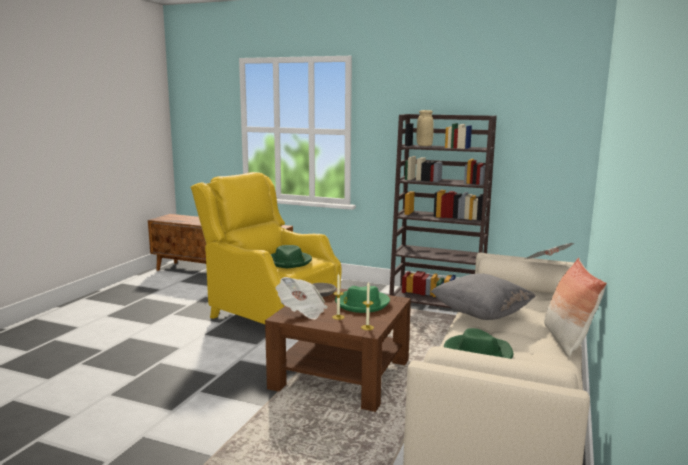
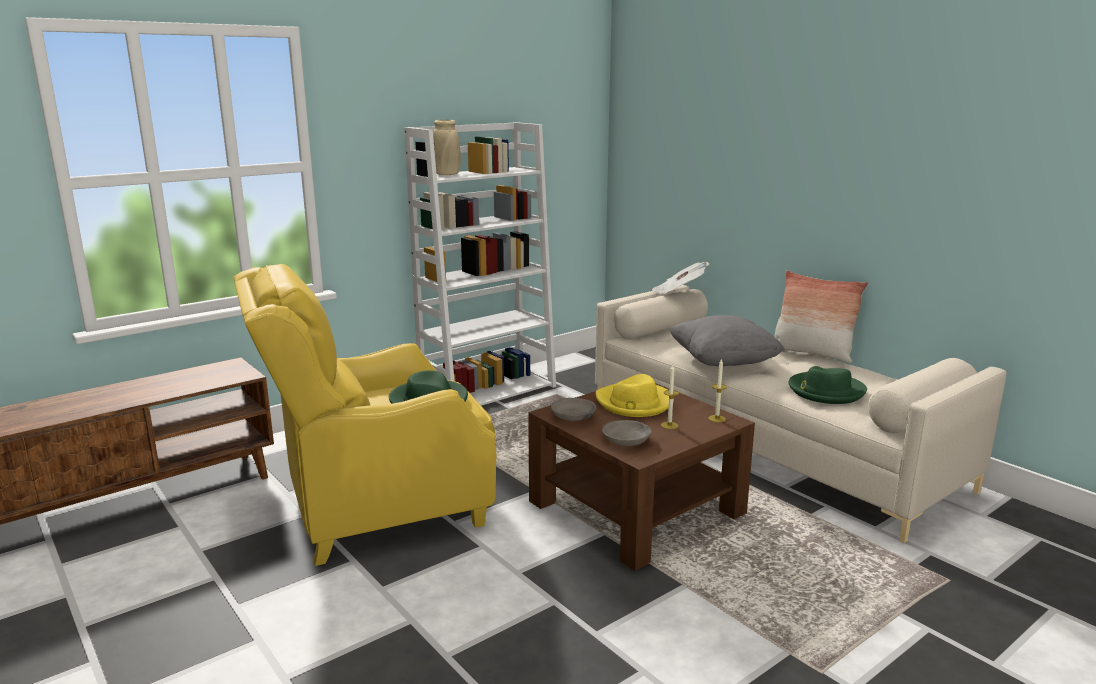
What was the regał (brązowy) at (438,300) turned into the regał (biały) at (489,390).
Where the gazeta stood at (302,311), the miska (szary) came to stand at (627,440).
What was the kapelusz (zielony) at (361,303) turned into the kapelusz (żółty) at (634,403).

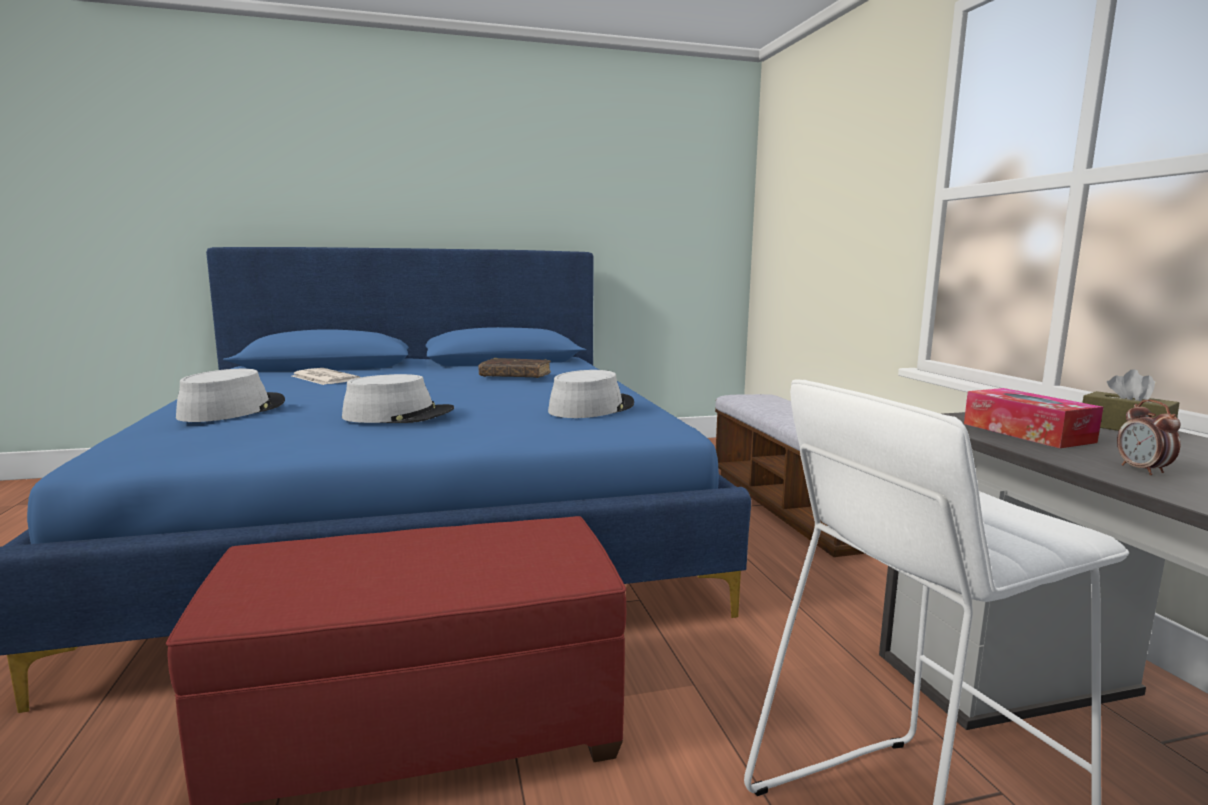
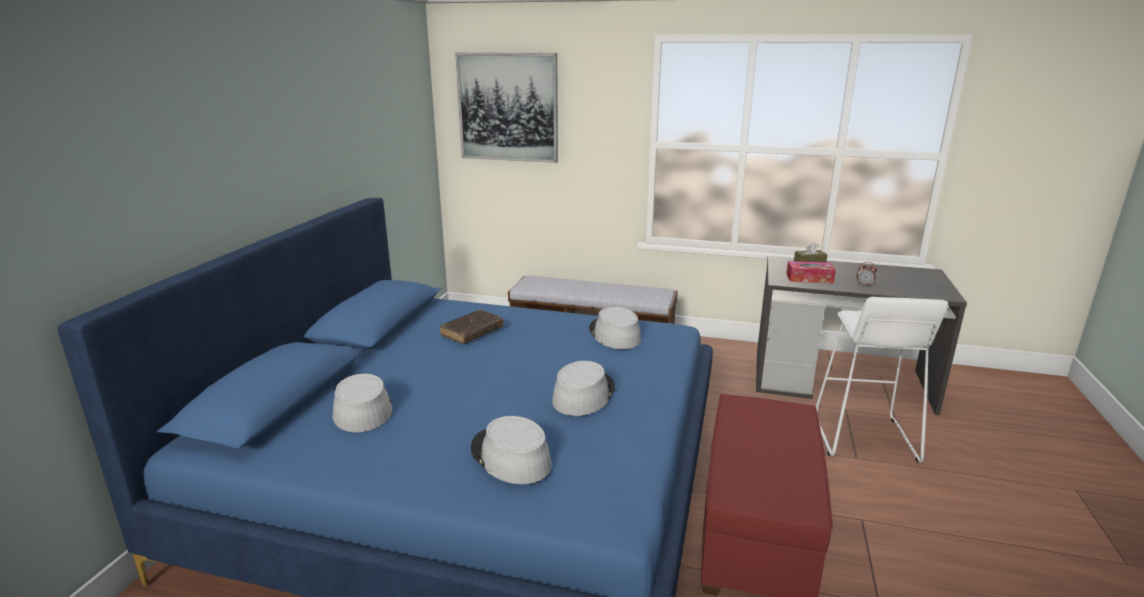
Where the gazeta stood at (323,378), the kapelusz (szary) came to stand at (362,409).
The second view gained the obraz at (508,107).

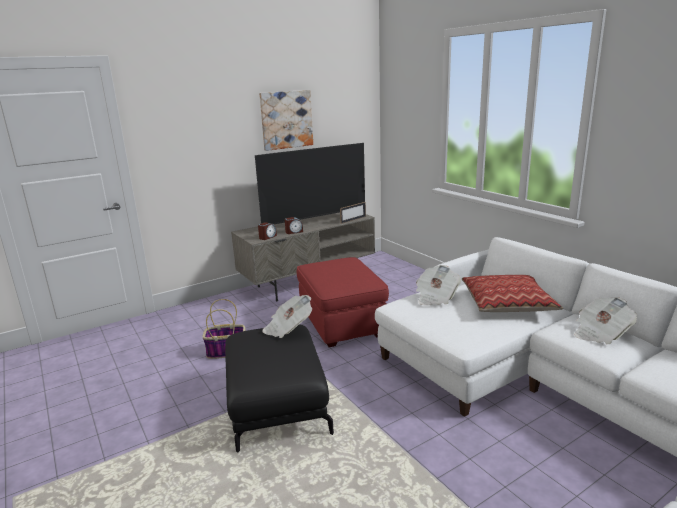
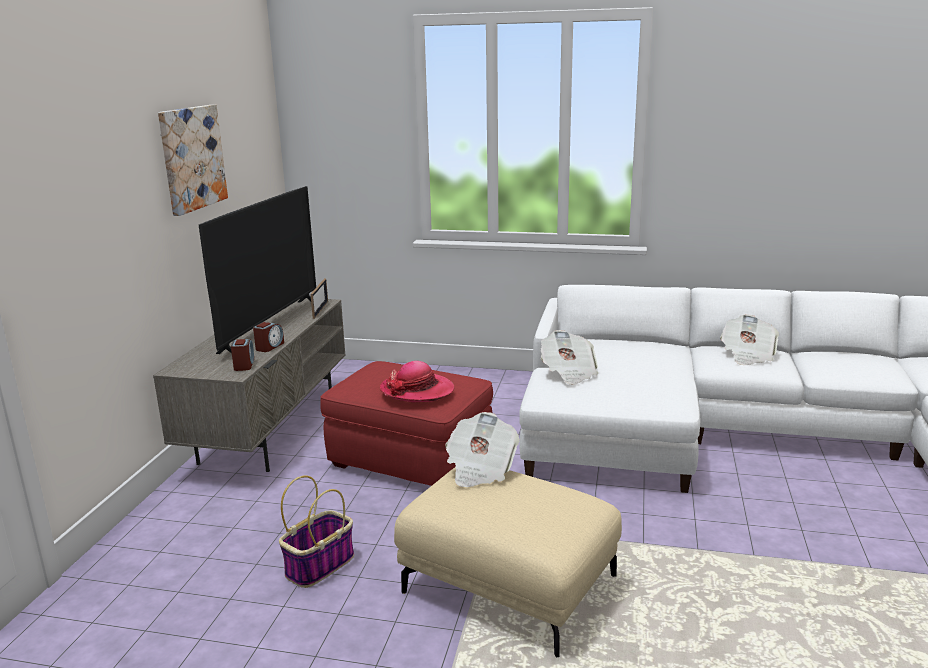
The second view lost the poduszka at (507,303).
What was the pufa (czarny) at (276,406) turned into the pufa (beżowy) at (507,586).
The second view gained the kapelusz at (417,390).

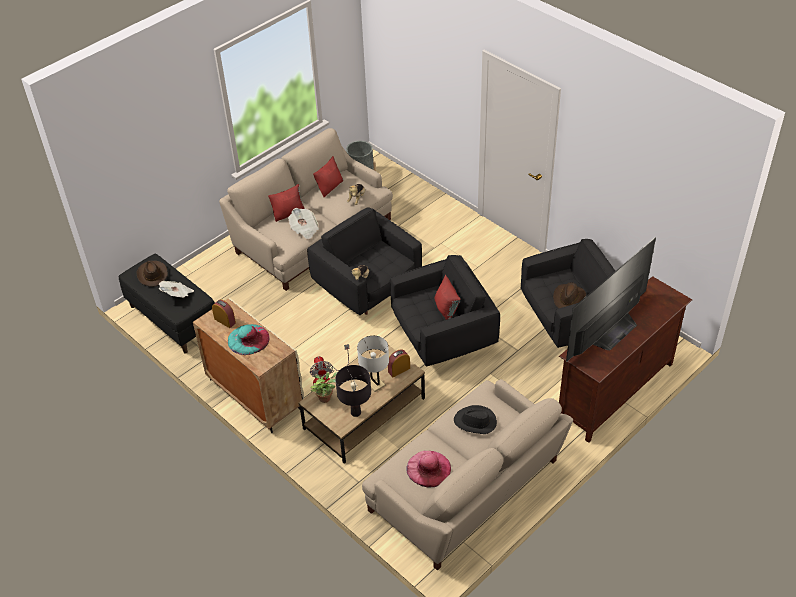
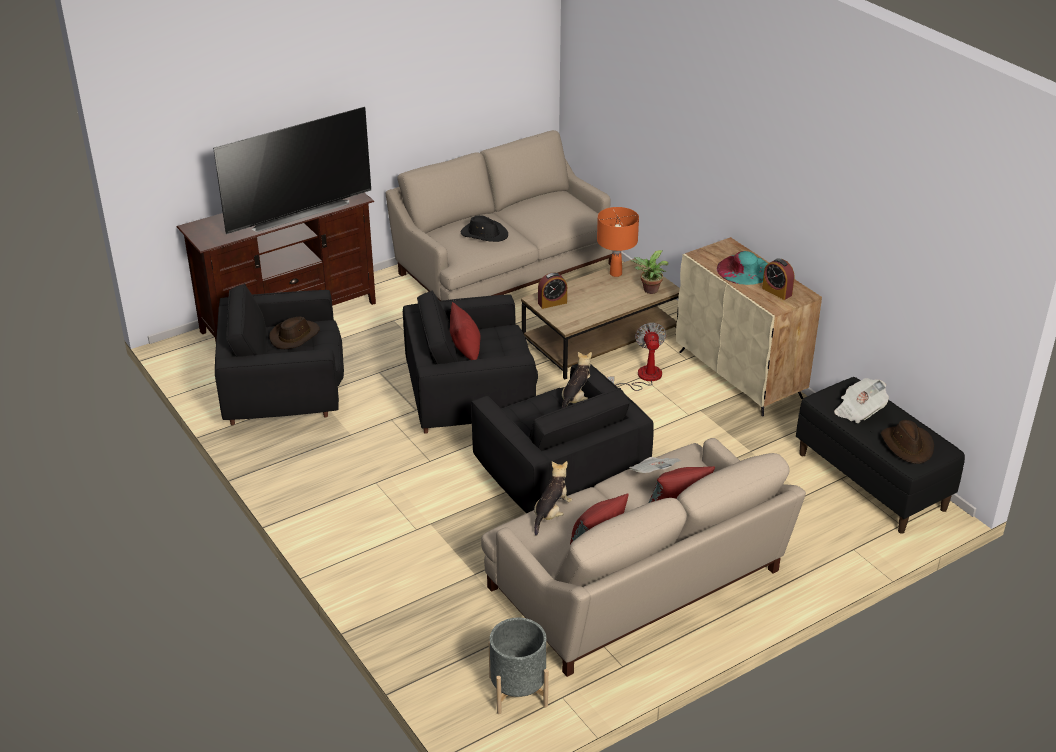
The second view lost the lampa stołowa (biały) at (375,383).
What was the lampa stołowa (czarny) at (356,412) turned into the lampa stołowa (pomarańczowy) at (615,274).
The second view lost the kapelusz (różowy) at (428,468).

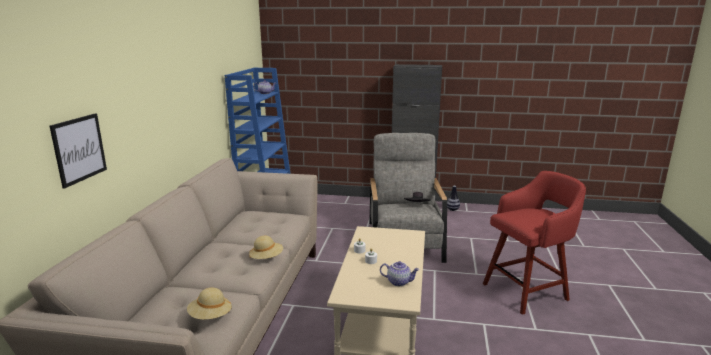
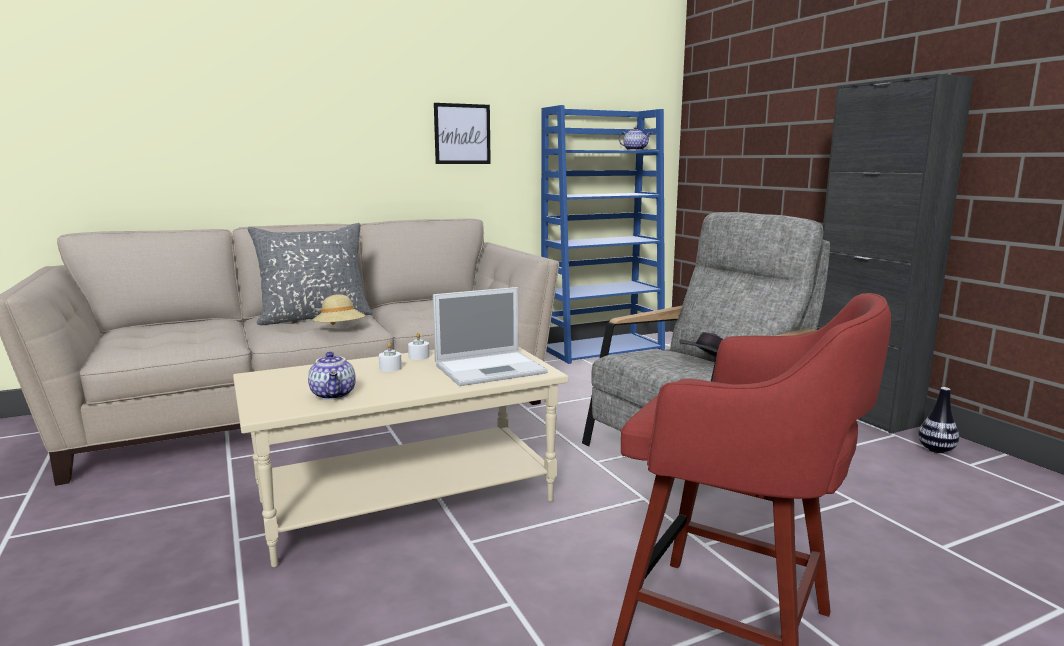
The obraz ended up elsewhere, having gone from (79,149) to (462,134).
The second view lost the kapelusz (beżowy) at (210,316).
The second view gained the poduszka (szary) at (314,317).
The second view gained the laptop at (492,368).

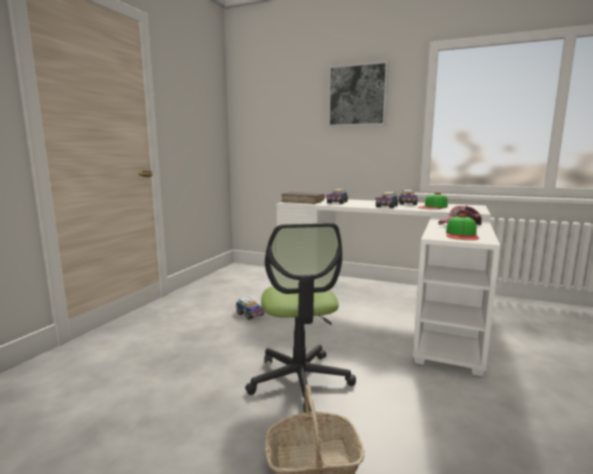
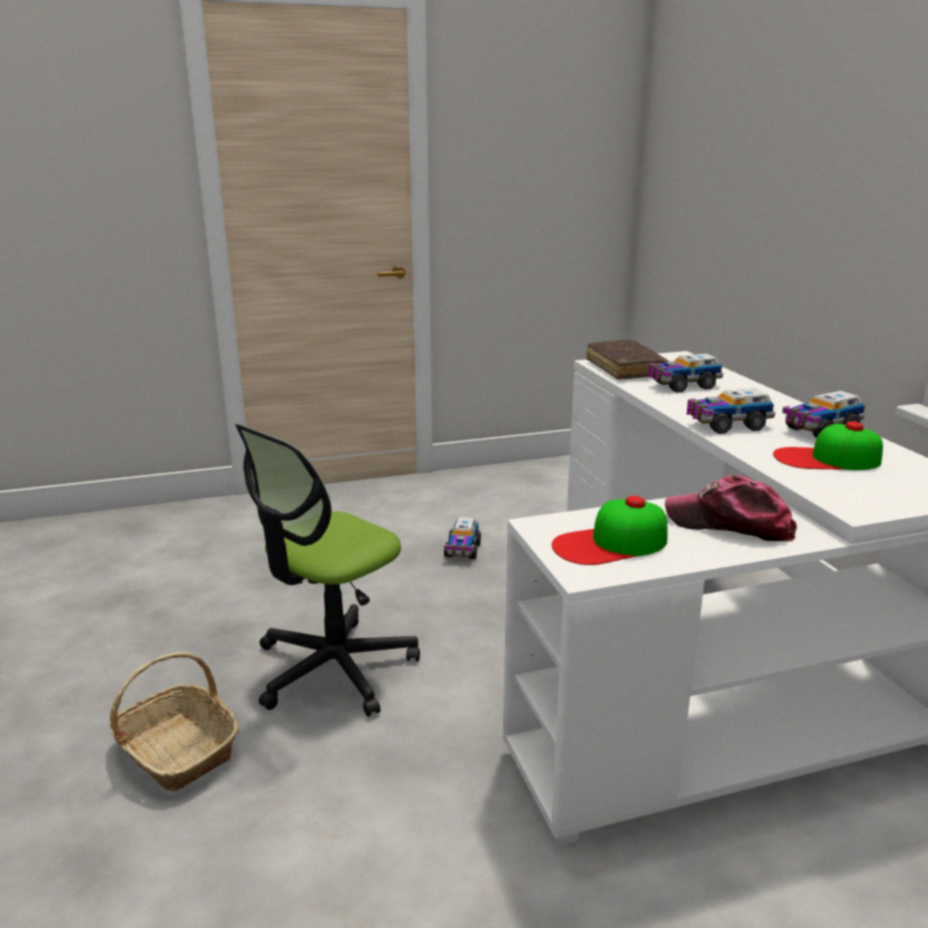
The second view lost the obraz at (357,95).

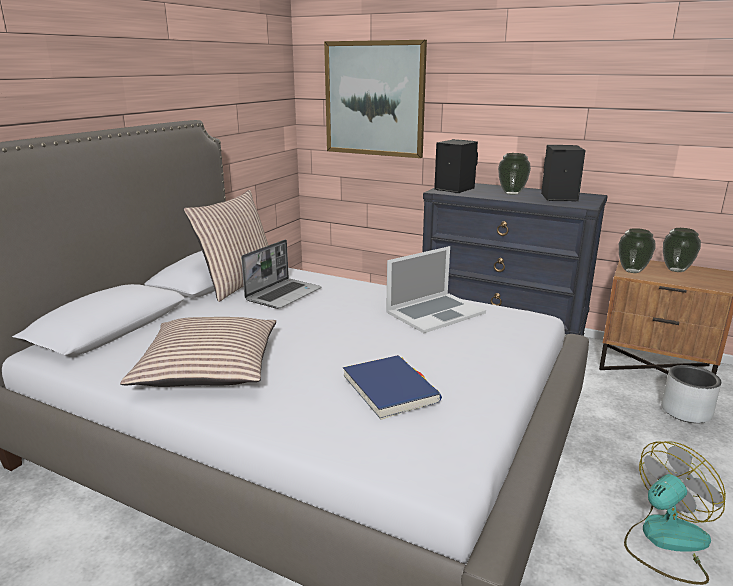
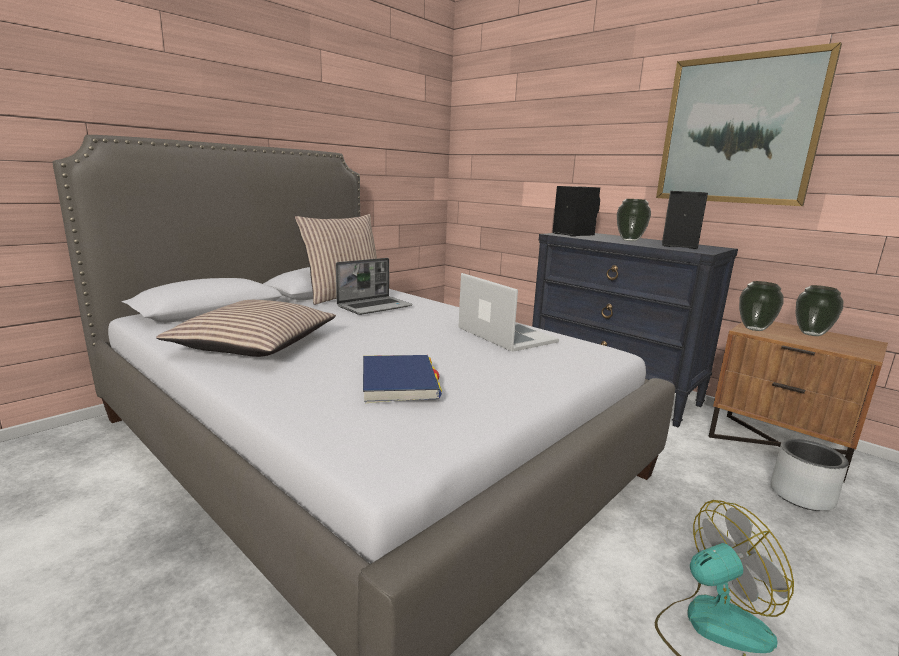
The obraz ended up elsewhere, having gone from (374,99) to (738,130).
The laptop at (435,312) ended up facing another way, 105 degrees counterclockwise from before.

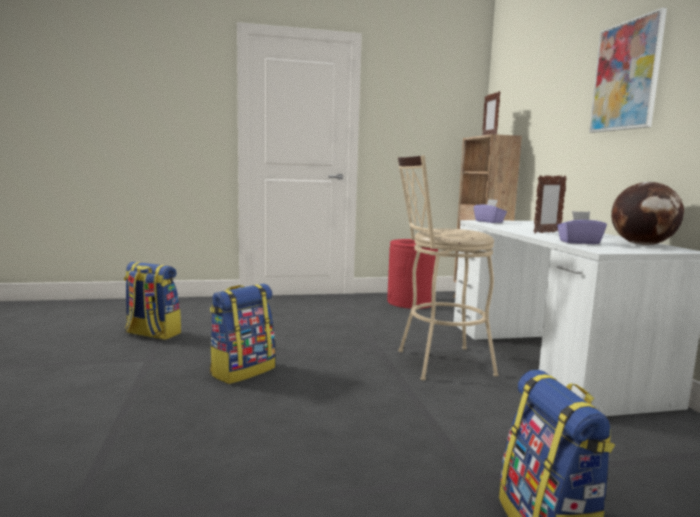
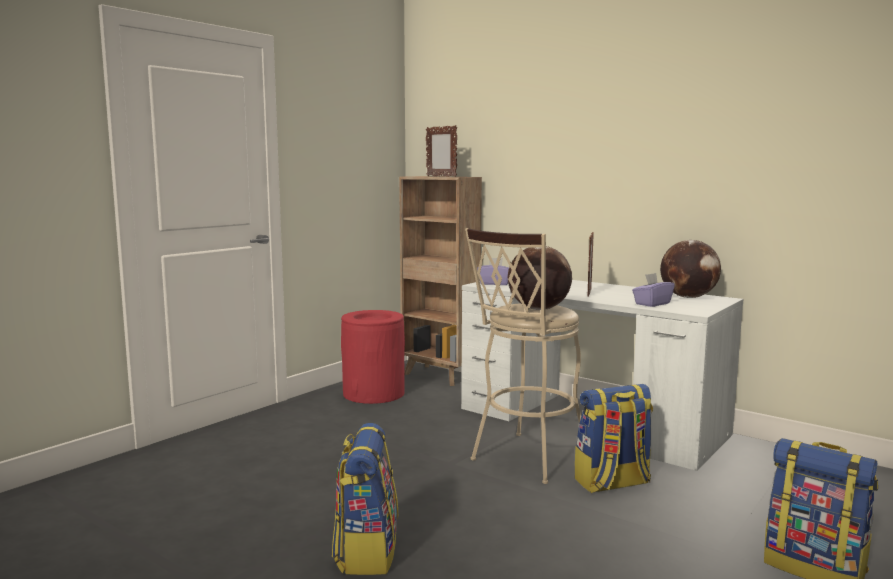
The second view lost the obraz at (626,76).
The plecak ended up elsewhere, having gone from (152,334) to (612,483).
The second view gained the globus at (538,309).

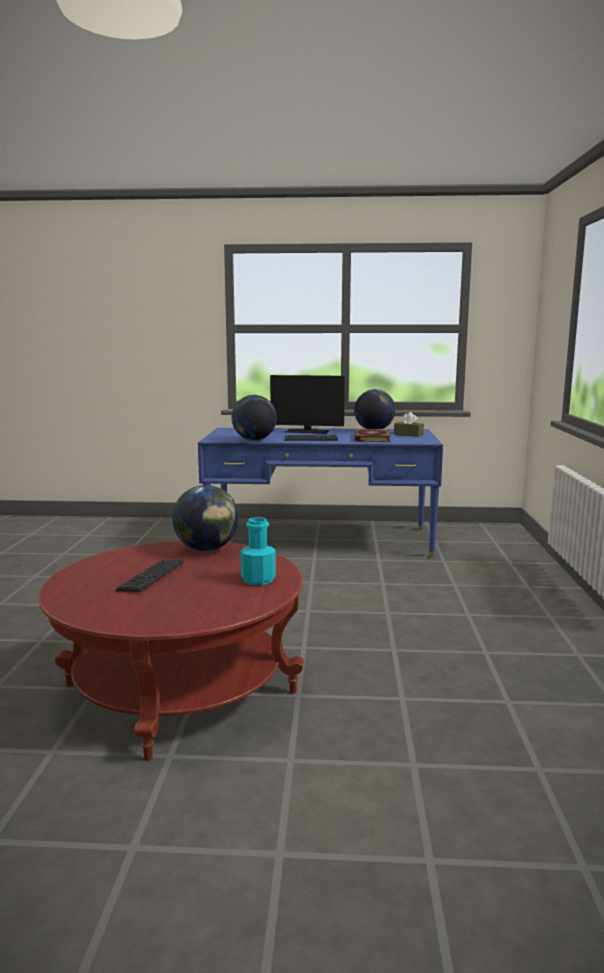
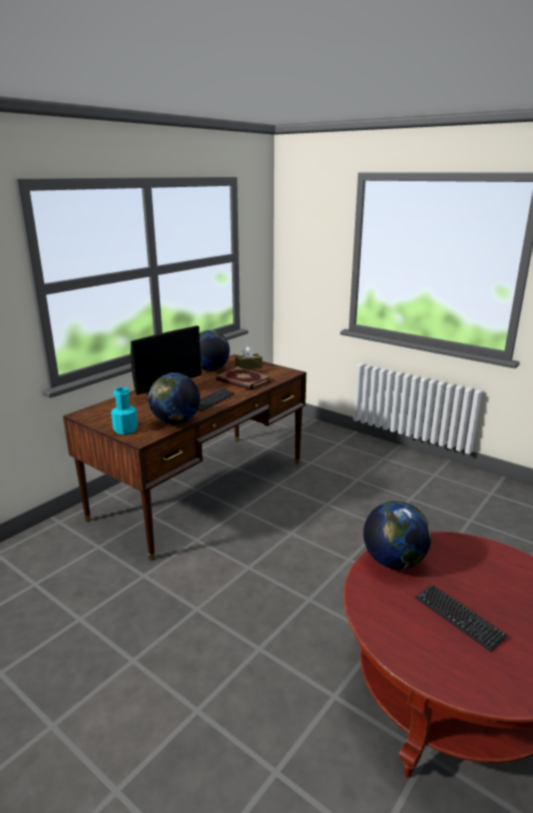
What was the biurko (niebieski) at (320,540) turned into the biurko (brązowy) at (202,489).
The butelka (turkusowy) ended up elsewhere, having gone from (258,580) to (125,430).

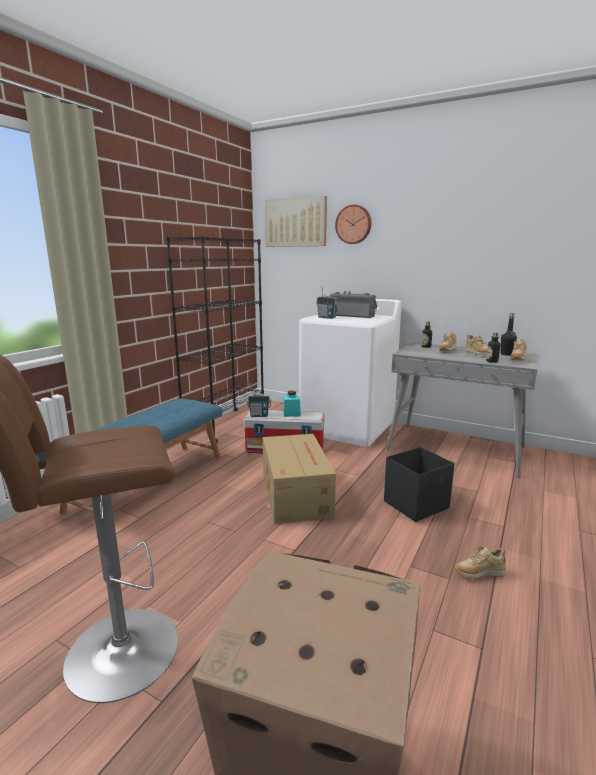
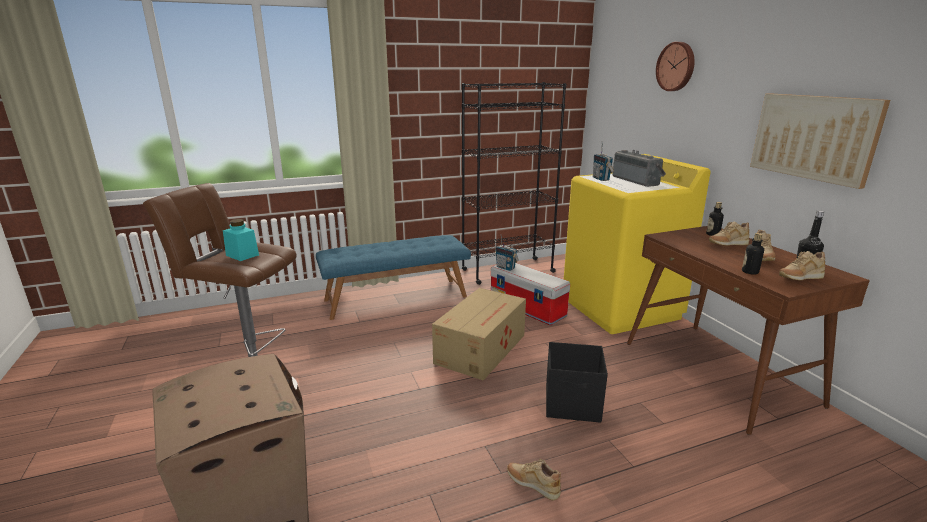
The obraz ended up elsewhere, having gone from (296,222) to (813,137).
What was the pralka (biały) at (348,427) turned into the pralka (żółty) at (621,308).
What was the biurko (szary) at (456,448) turned into the biurko (brązowy) at (718,373).
The słoik (turkusowy) ended up elsewhere, having gone from (291,414) to (242,255).

